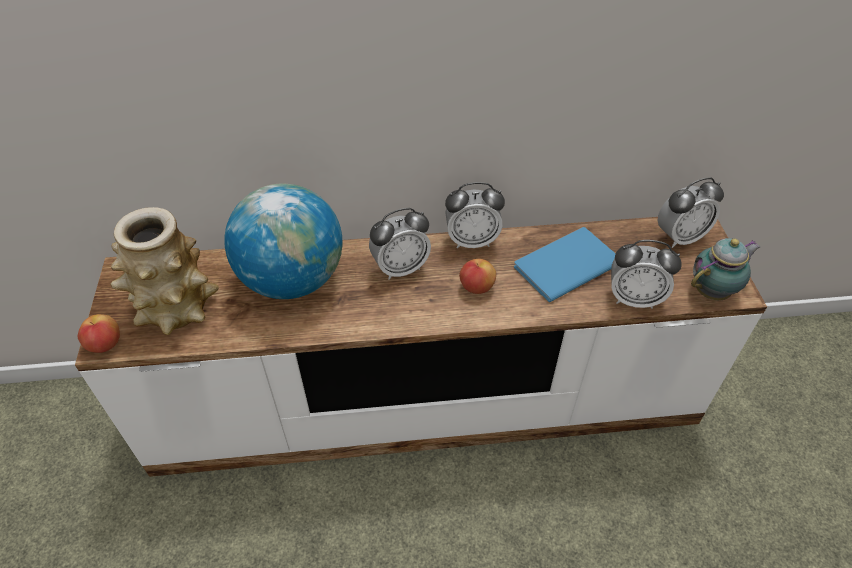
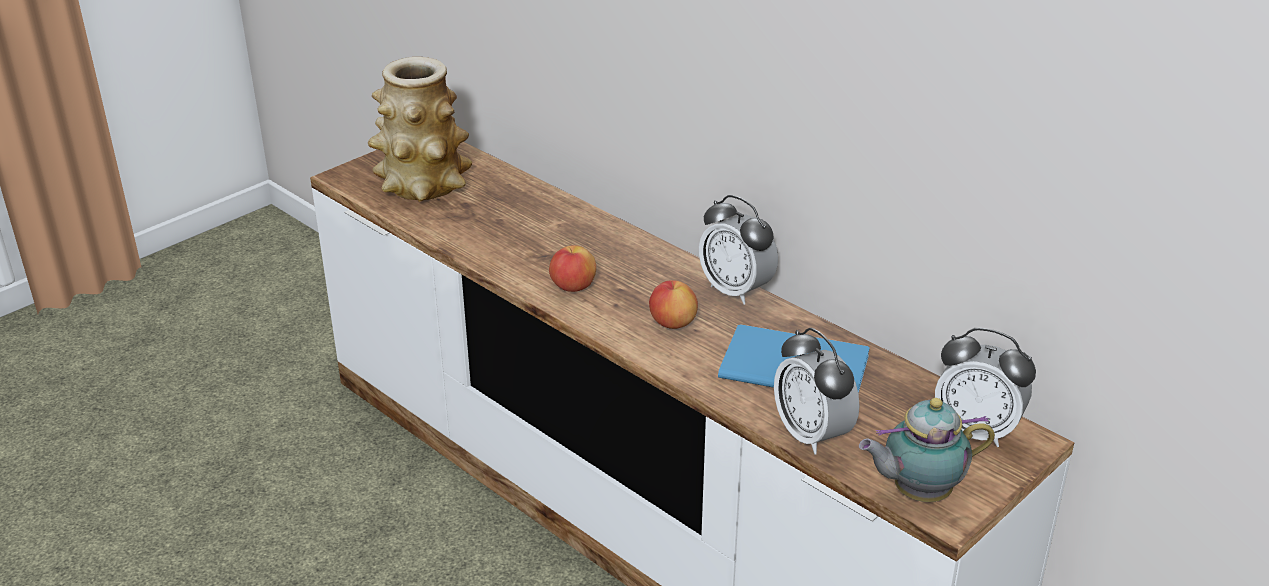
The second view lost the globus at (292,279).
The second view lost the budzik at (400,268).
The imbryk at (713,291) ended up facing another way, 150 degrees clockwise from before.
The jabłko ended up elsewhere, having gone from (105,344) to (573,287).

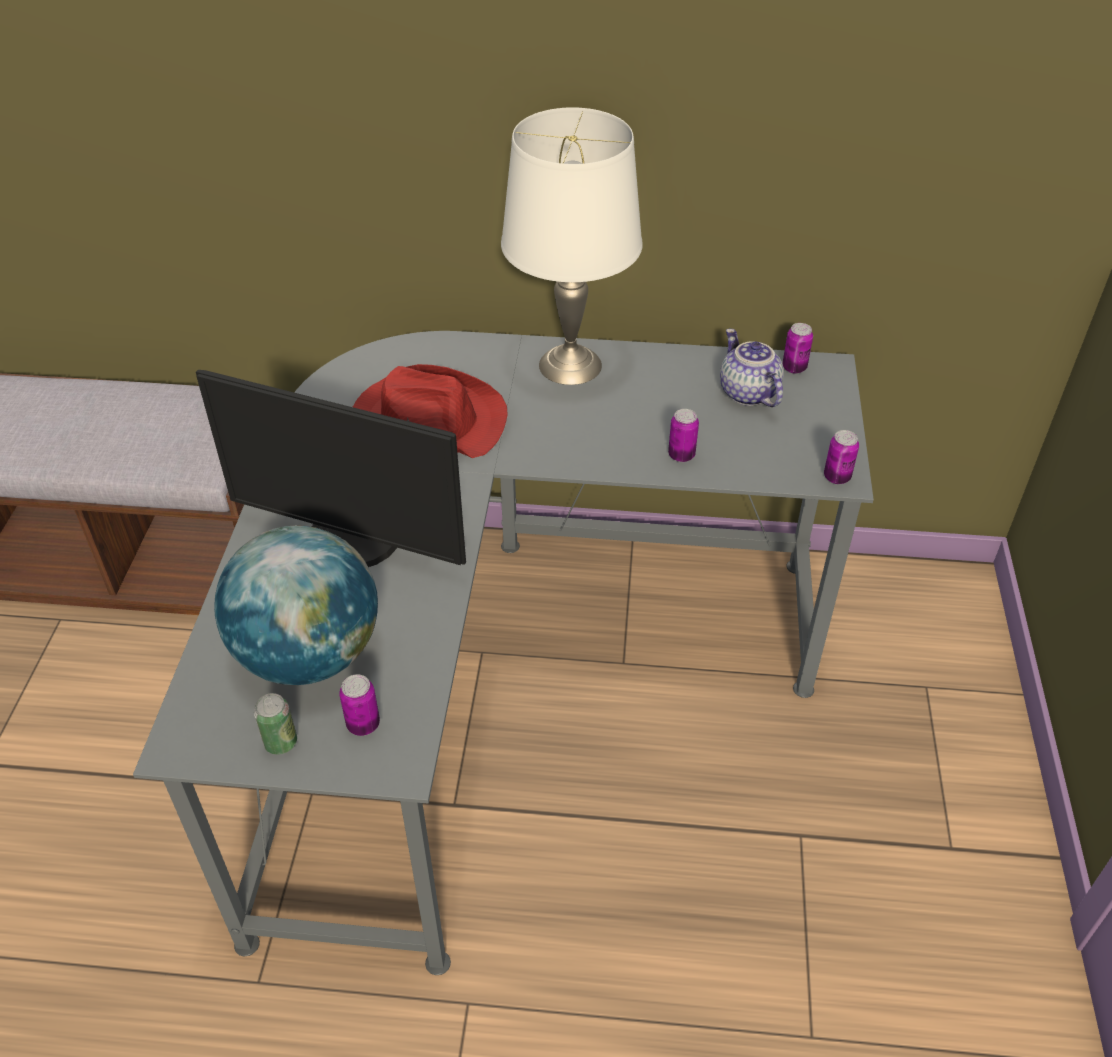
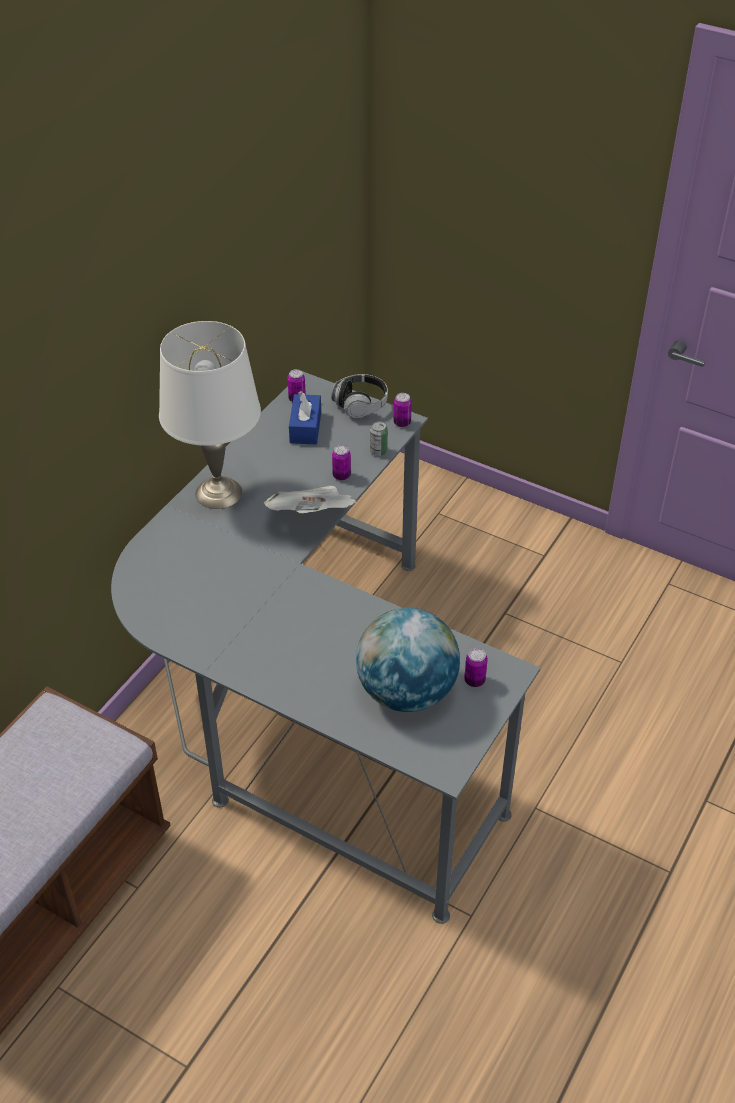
Where the imbryk stood at (746,393), the pudełko chusteczek (niebieski) came to stand at (305,427).
The second view lost the kapelusz (czerwony) at (427,420).
The second view lost the monitor at (352,540).
The puszka ended up elsewhere, having gone from (280,742) to (378,451).
The second view gained the słuchawki at (360,404).
The second view gained the gazeta at (312,517).

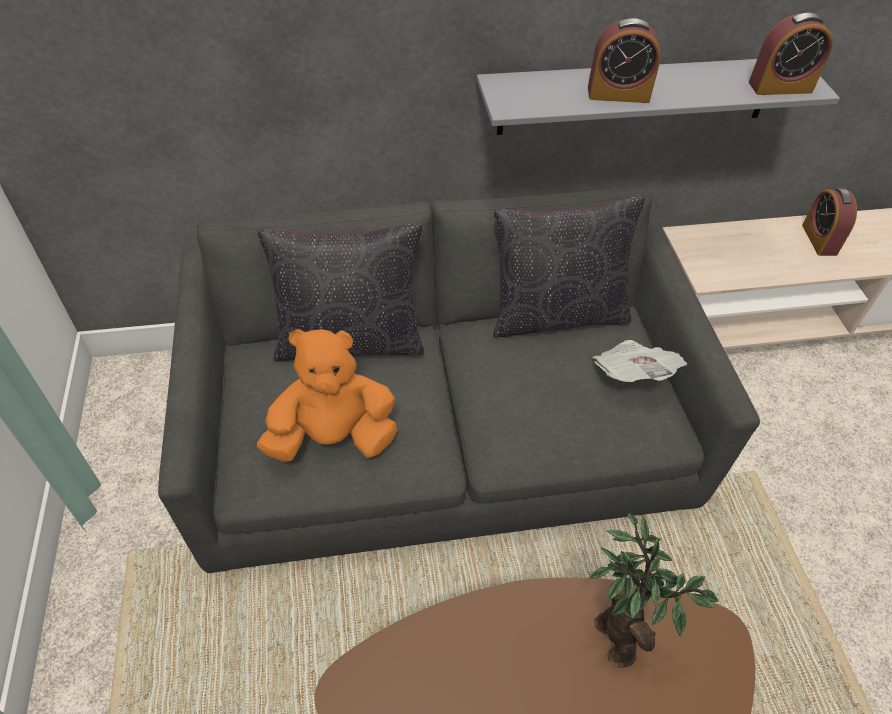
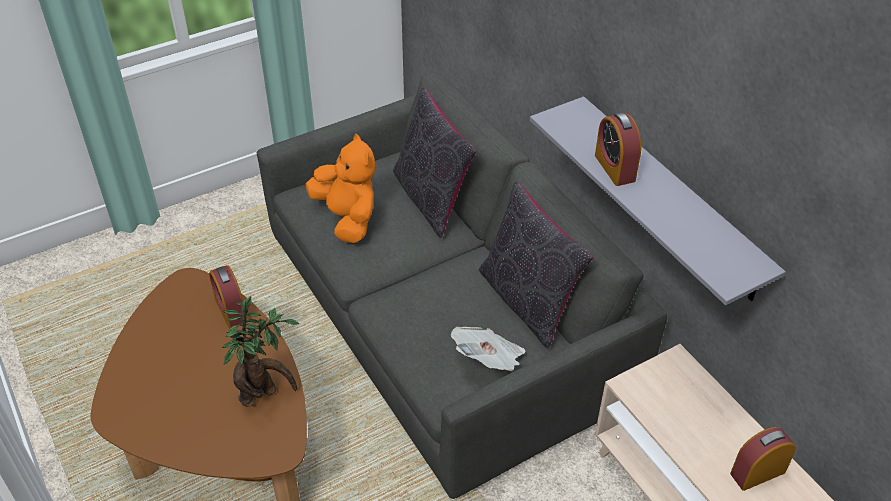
The budzik ended up elsewhere, having gone from (780,87) to (231,310).

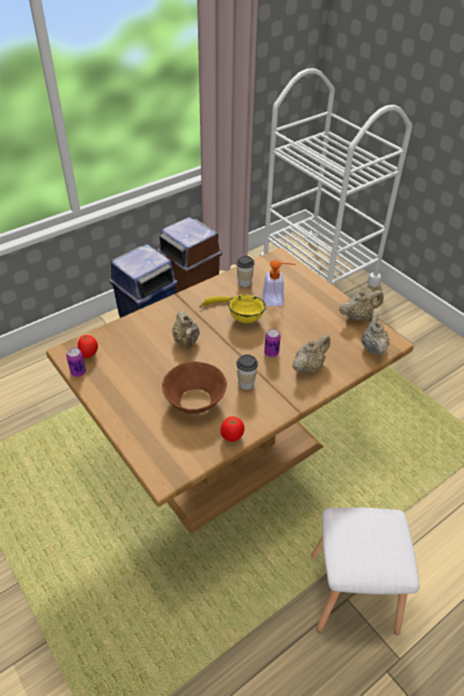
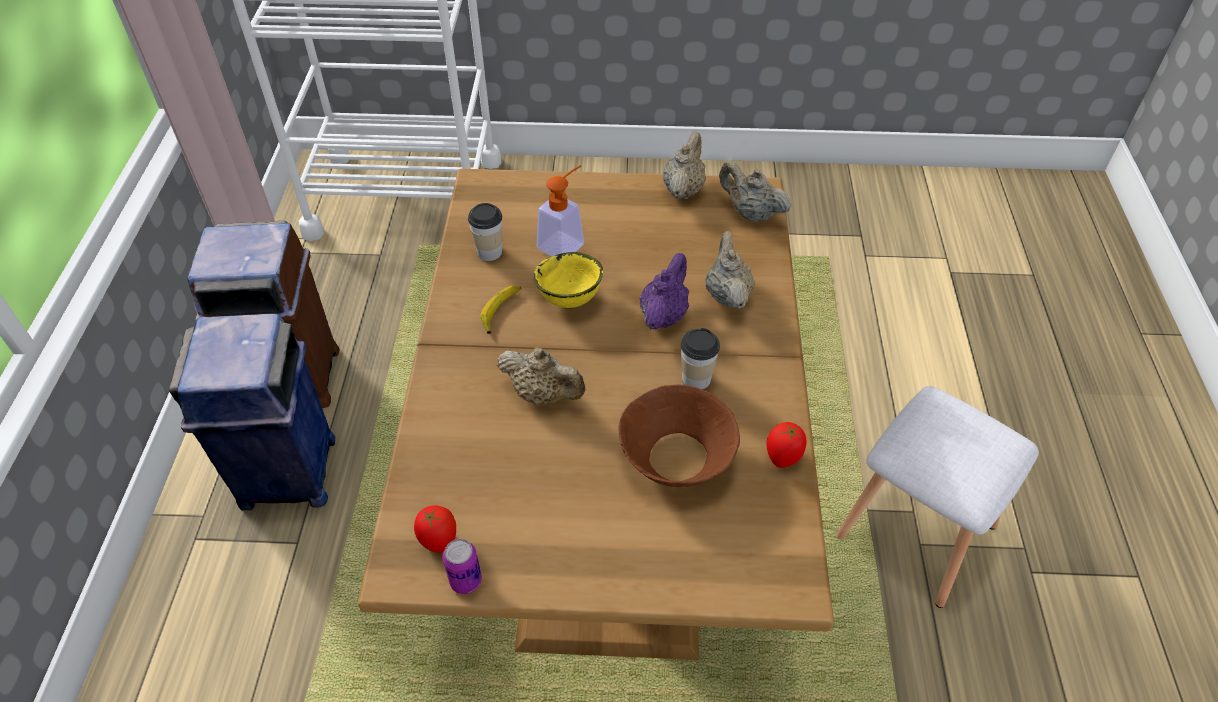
Where the puszka stood at (271,353), the imbryk (fioletowy) came to stand at (663,315).

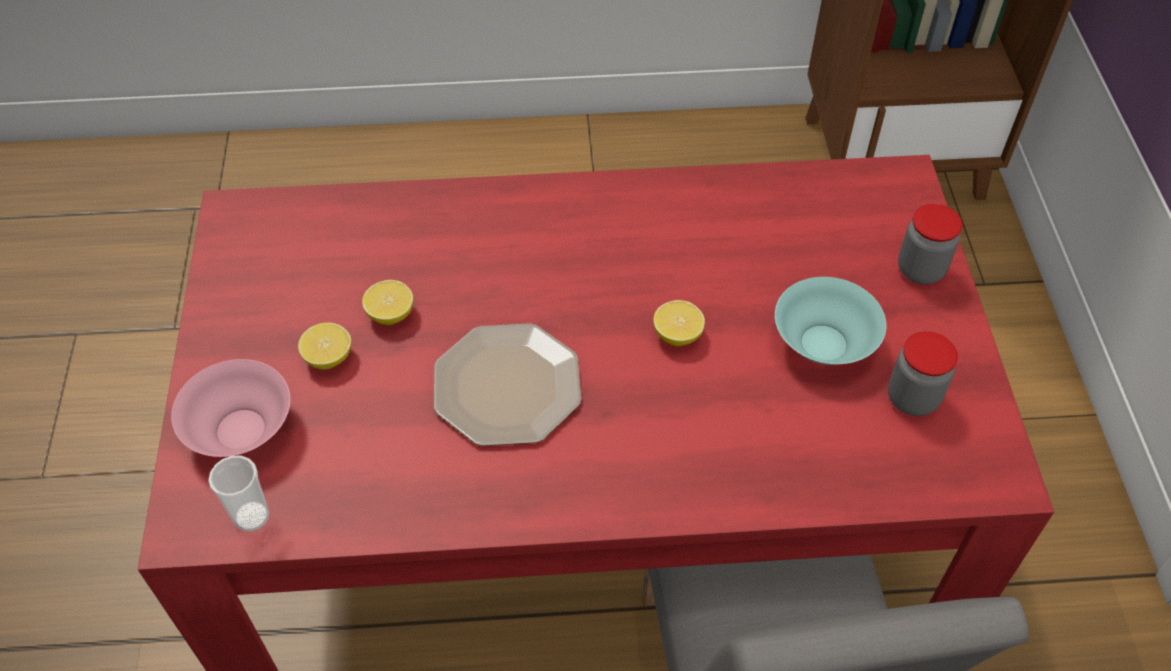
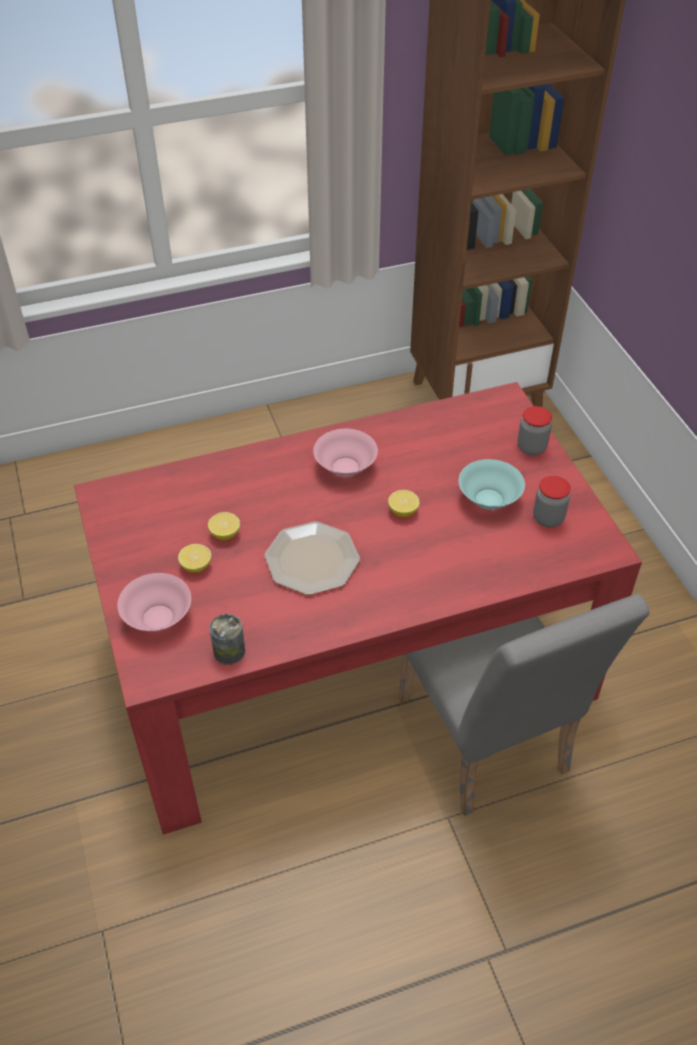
The second view lost the filiżanka at (251,516).
The second view gained the miska (różowy) at (346,467).
The second view gained the puszka at (229,651).

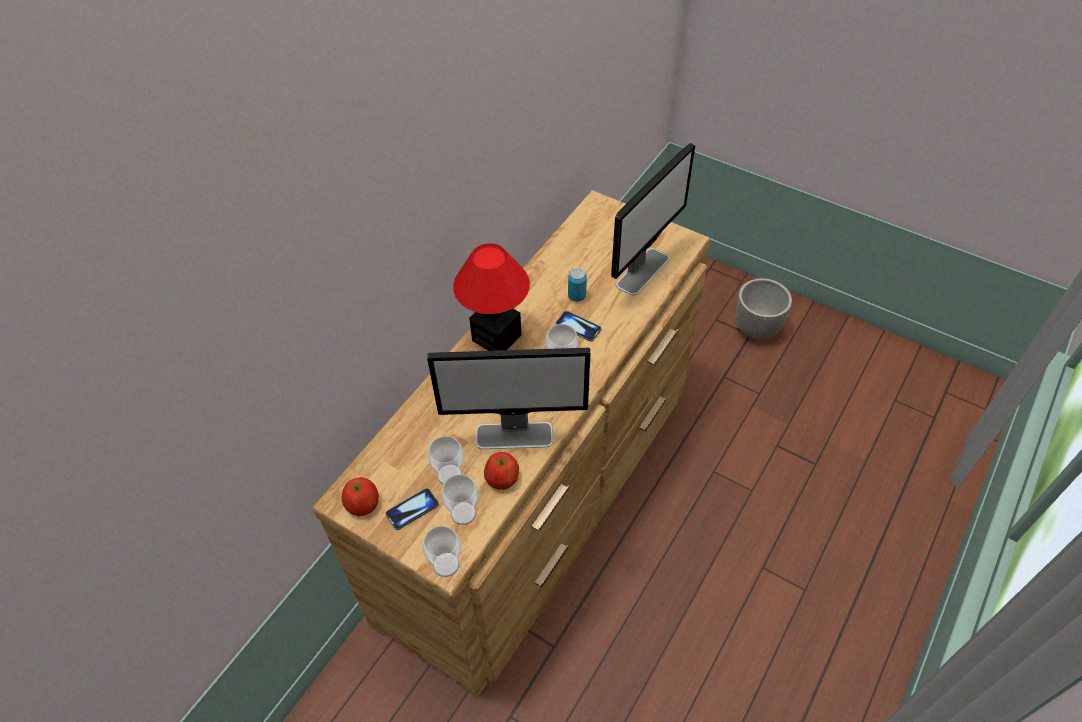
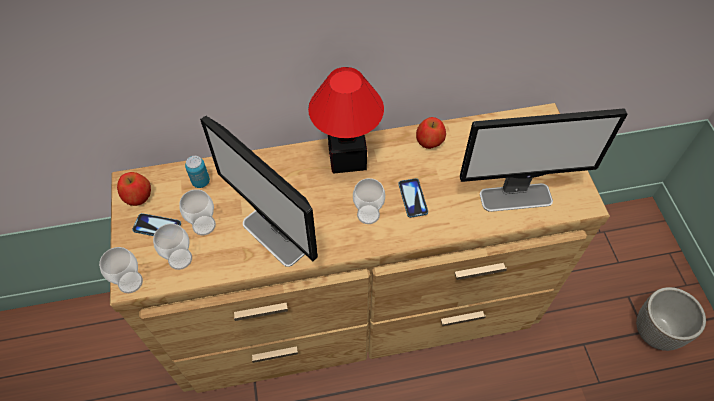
The puszka ended up elsewhere, having gone from (577,296) to (201,181).
The jabłko ended up elsewhere, having gone from (502,478) to (429,141).

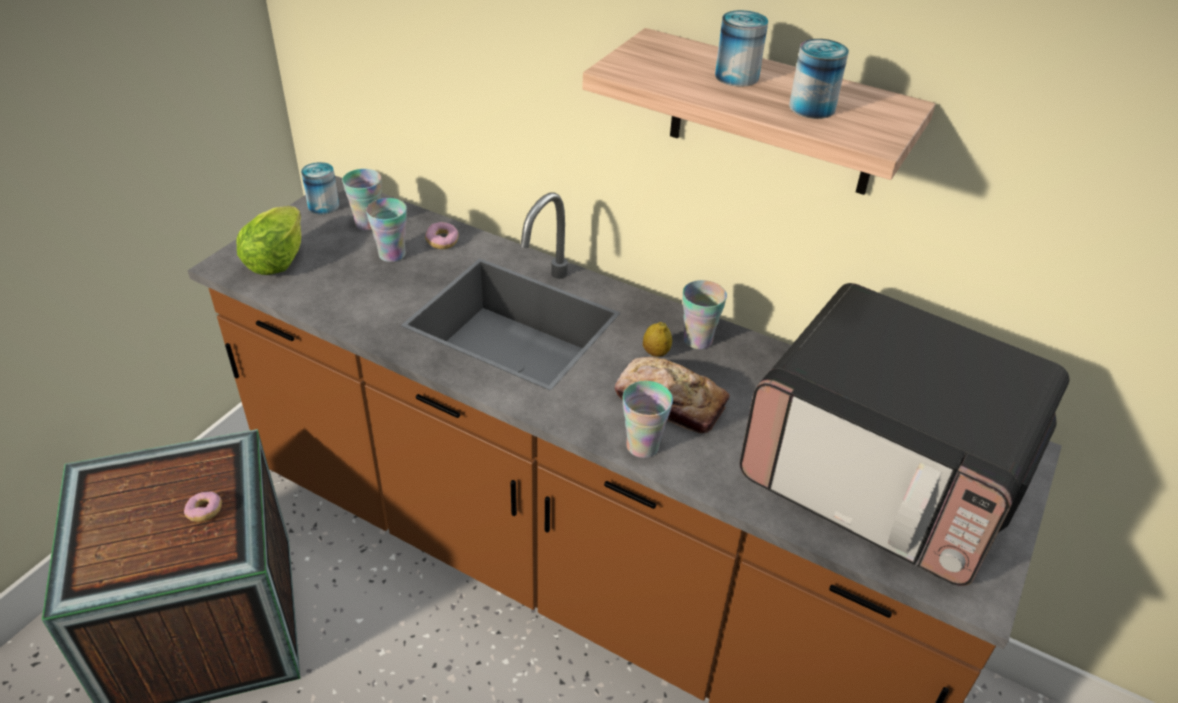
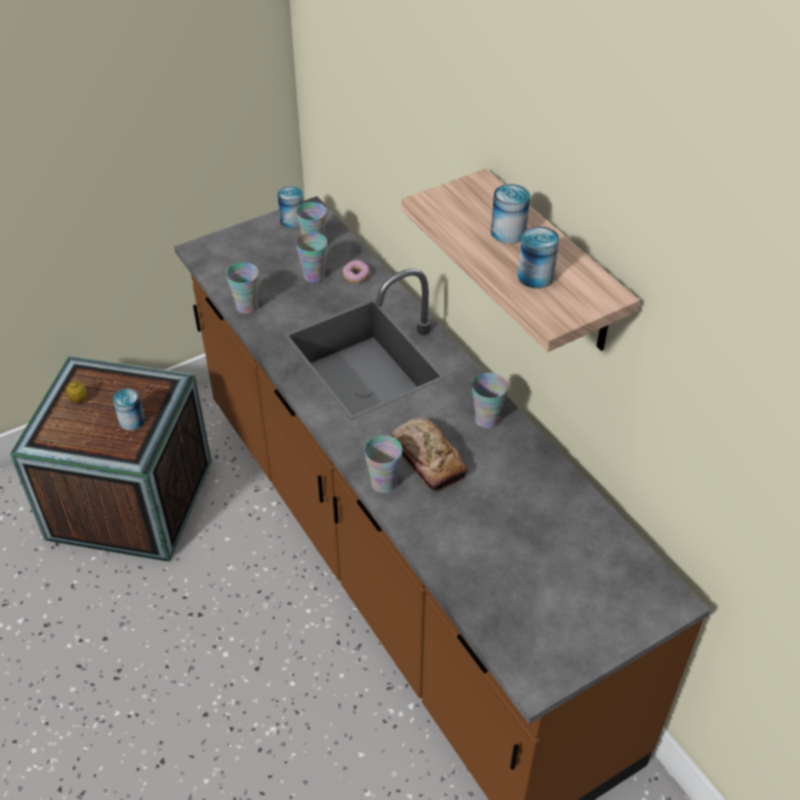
The second view lost the sałata at (276,260).
The second view lost the mikrofalówka at (884,476).
The cytryna ended up elsewhere, having gone from (656,353) to (78,400).
Where the donut stood at (205,512), the puszka came to stand at (132,421).
The second view gained the filiżanka at (247,307).

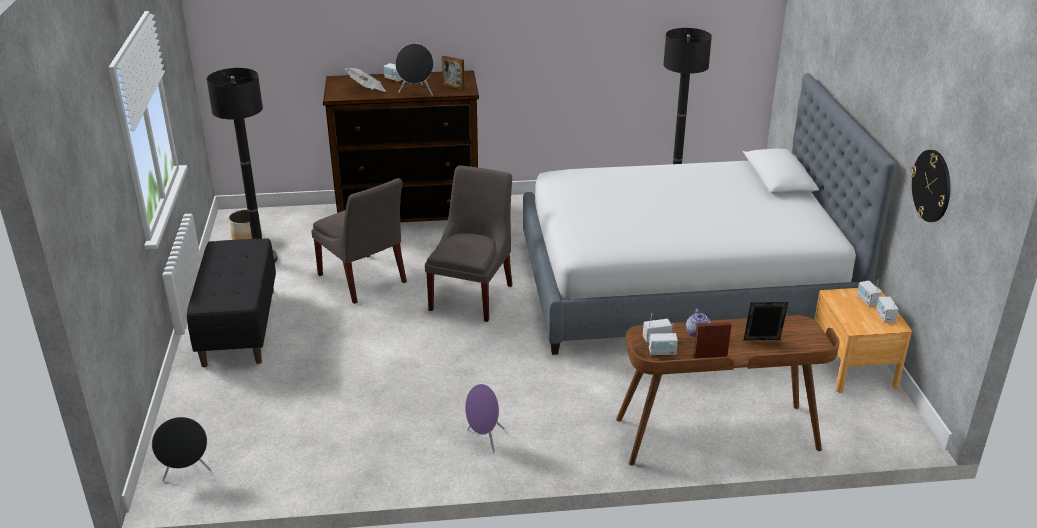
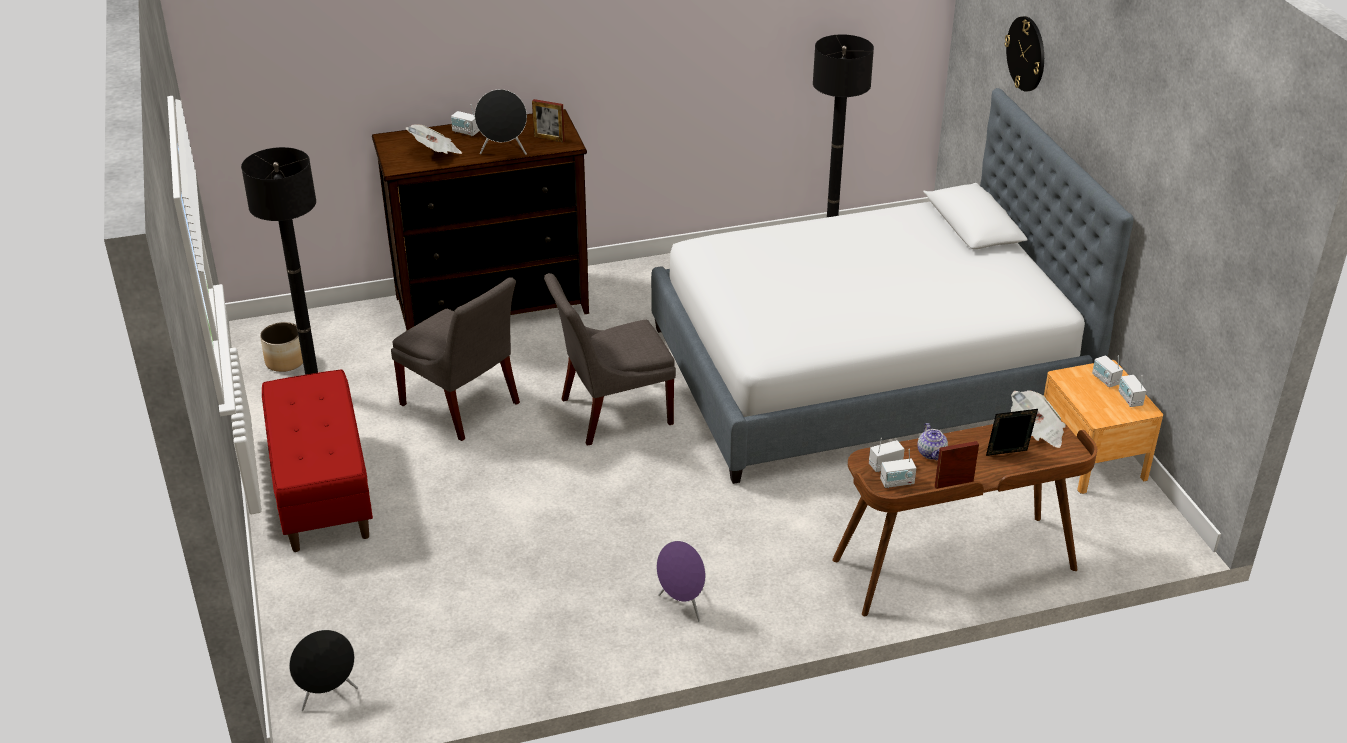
The zegar ścienny ended up elsewhere, having gone from (932,185) to (1026,53).
The krzesło (szary) at (473,295) ended up facing another way, 120 degrees counterclockwise from before.
What was the ławka (czarny) at (239,327) turned into the ławka (czerwony) at (321,490).
The second view gained the gazeta at (1036,431).

